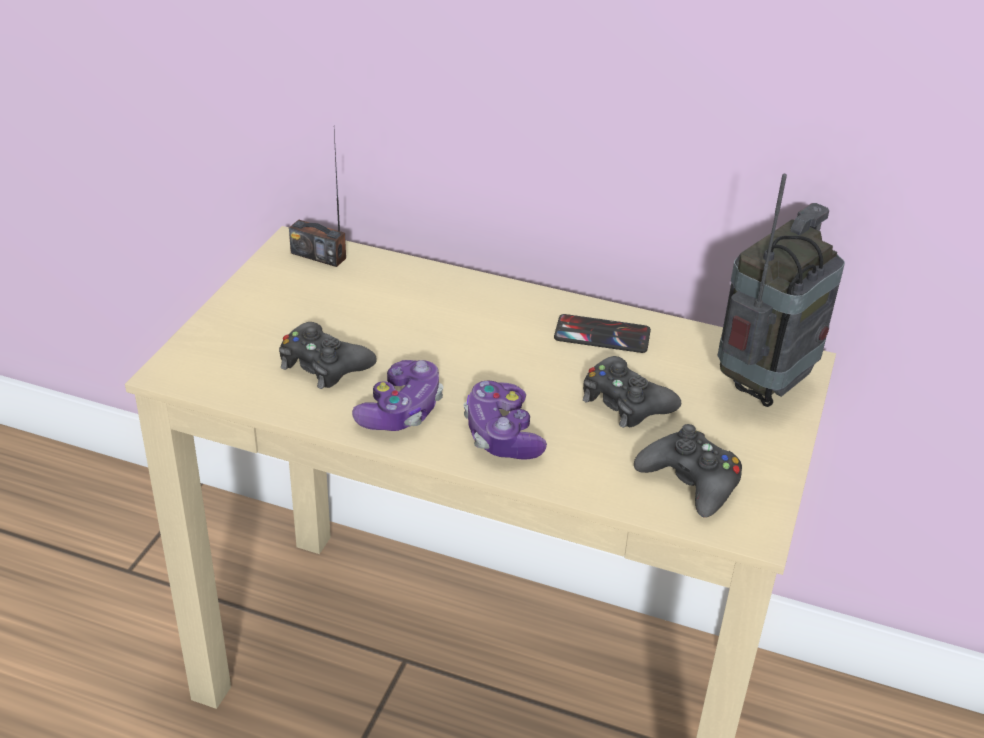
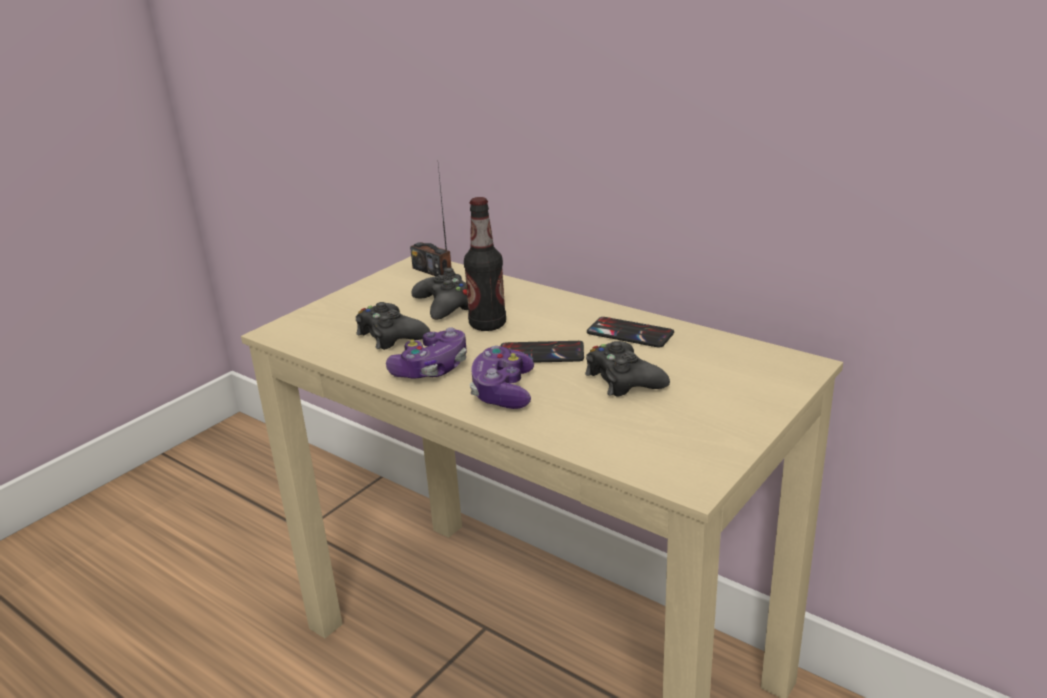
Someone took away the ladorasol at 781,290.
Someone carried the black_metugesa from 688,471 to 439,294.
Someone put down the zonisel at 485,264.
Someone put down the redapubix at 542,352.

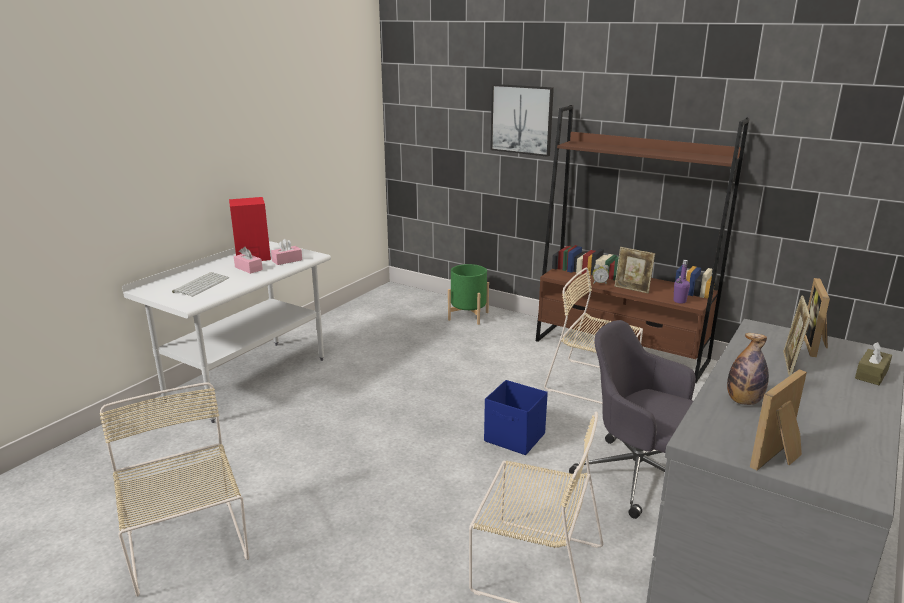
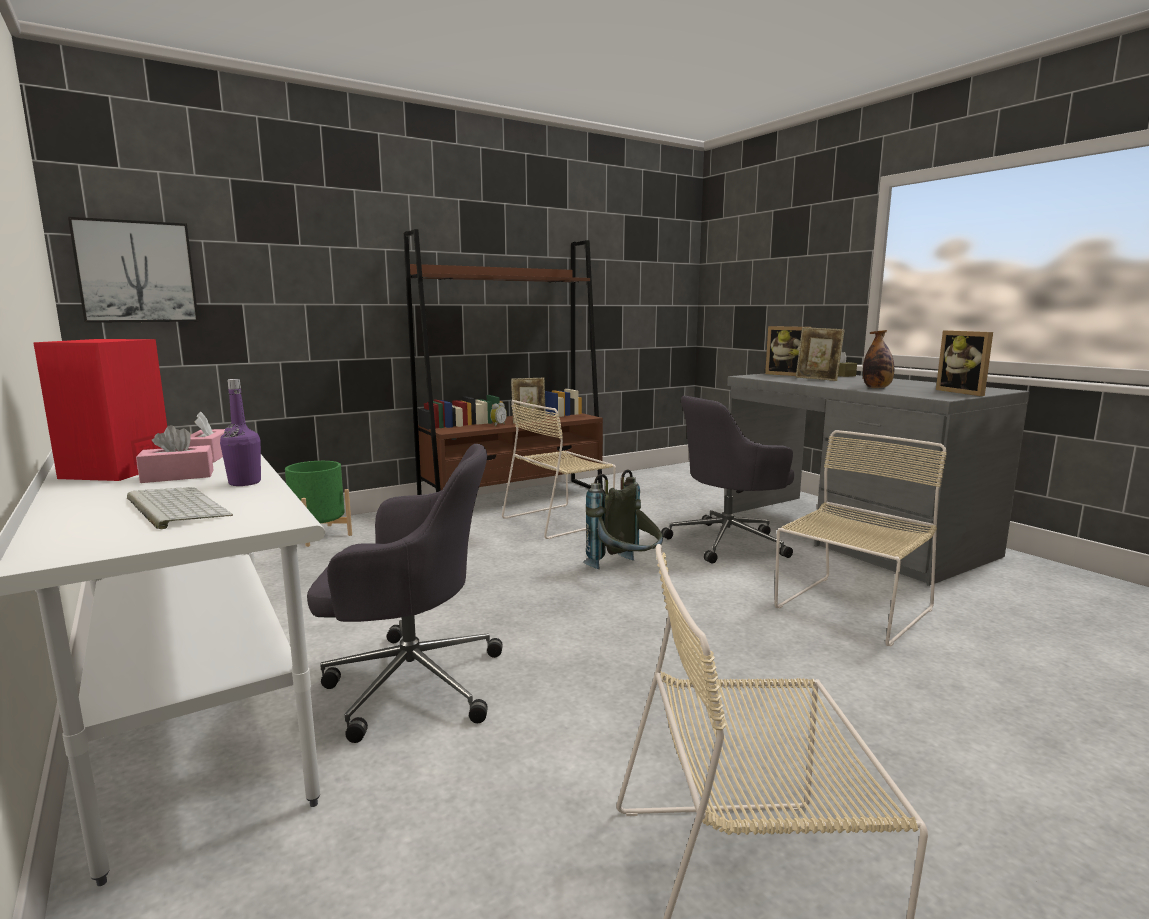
Someone carried the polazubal from 522,120 to 133,270.
Someone carried the purple_zonisel from 682,282 to 240,432.
Someone swapped the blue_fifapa at 516,417 for the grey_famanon at 623,519.
Someone put down the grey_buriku at 405,593.

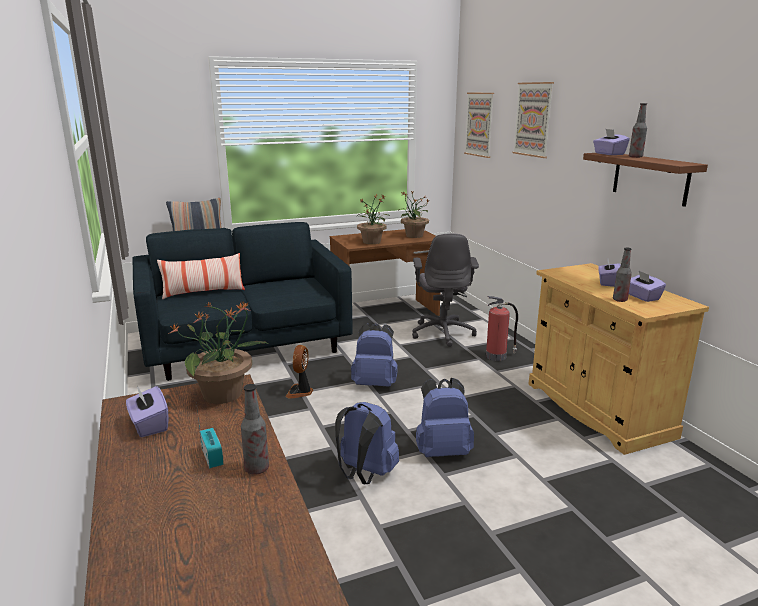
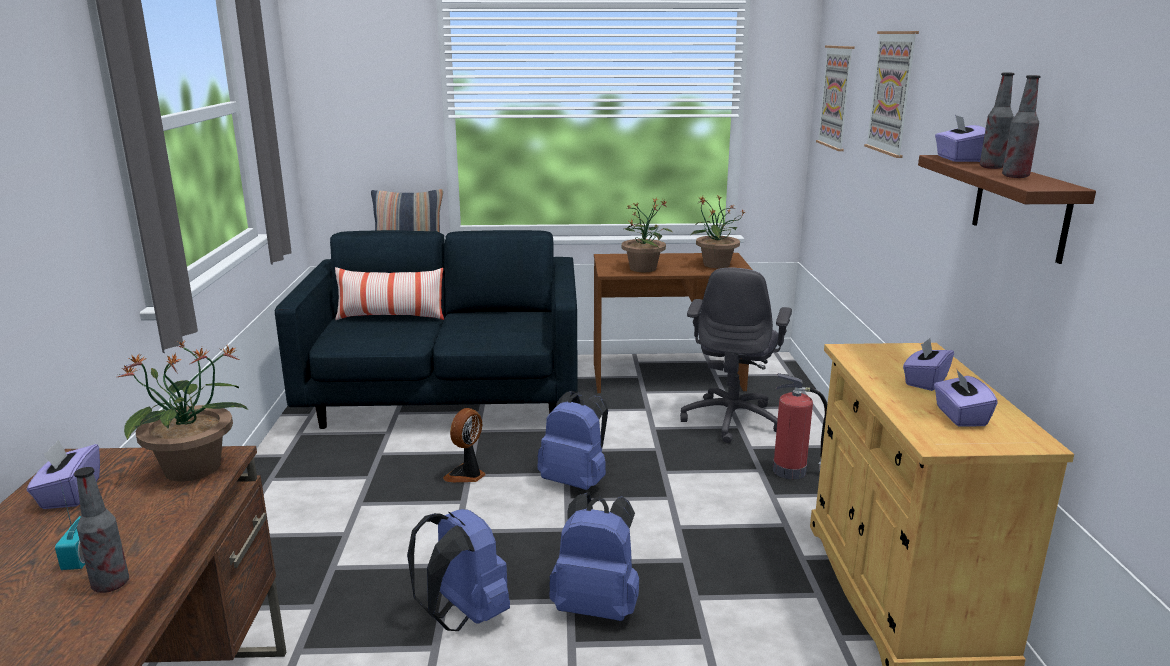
Someone carried the zonisel from 622,275 to 1021,126.

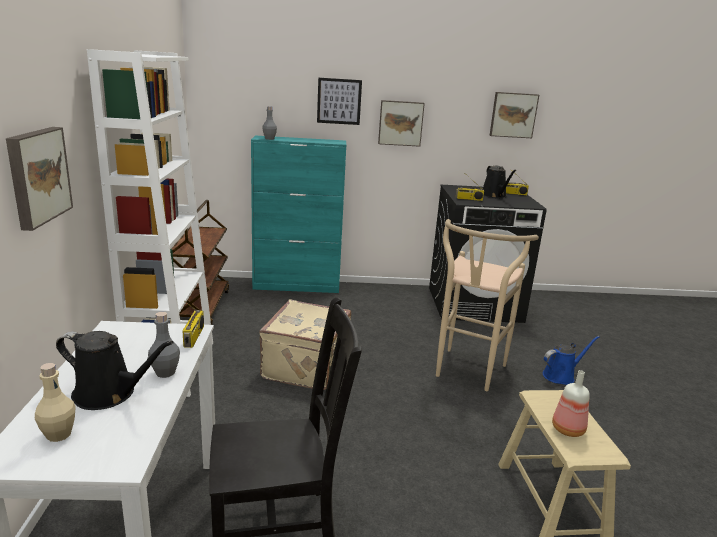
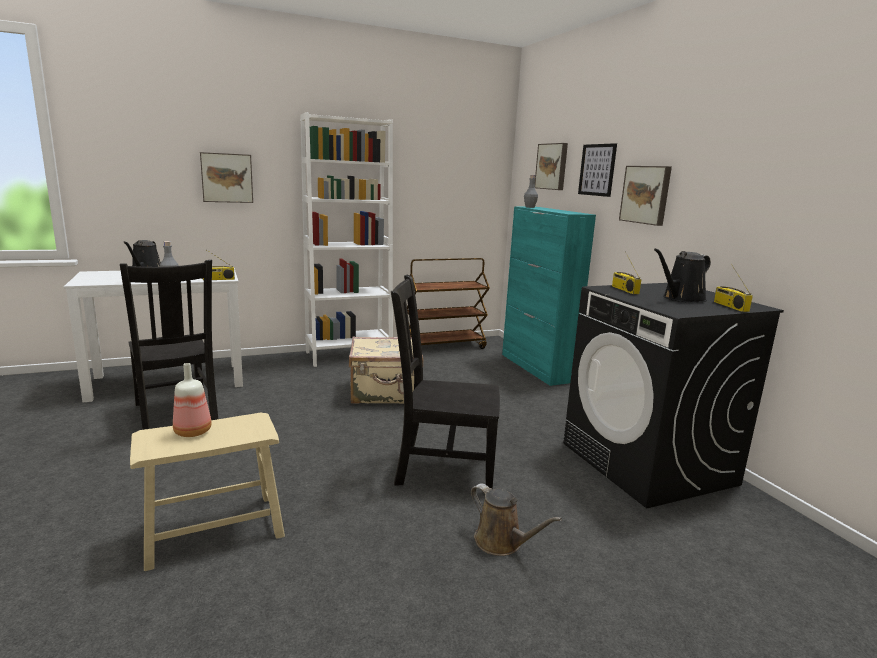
Someone carried the polazubal from 514,115 to 551,166.
Someone swapped the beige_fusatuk at 487,305 for the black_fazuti at 445,382.
Someone repainted the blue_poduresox at 571,360, which became the brown_poduresox at 516,519.
Someone took away the beige_zonisel at 55,402.

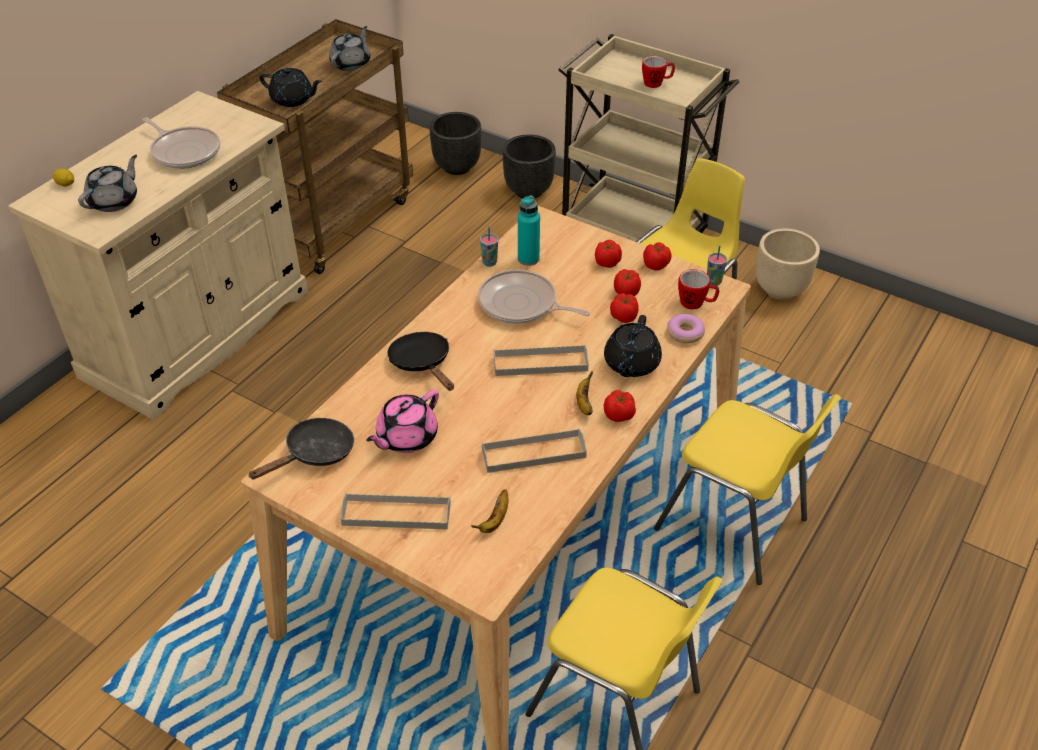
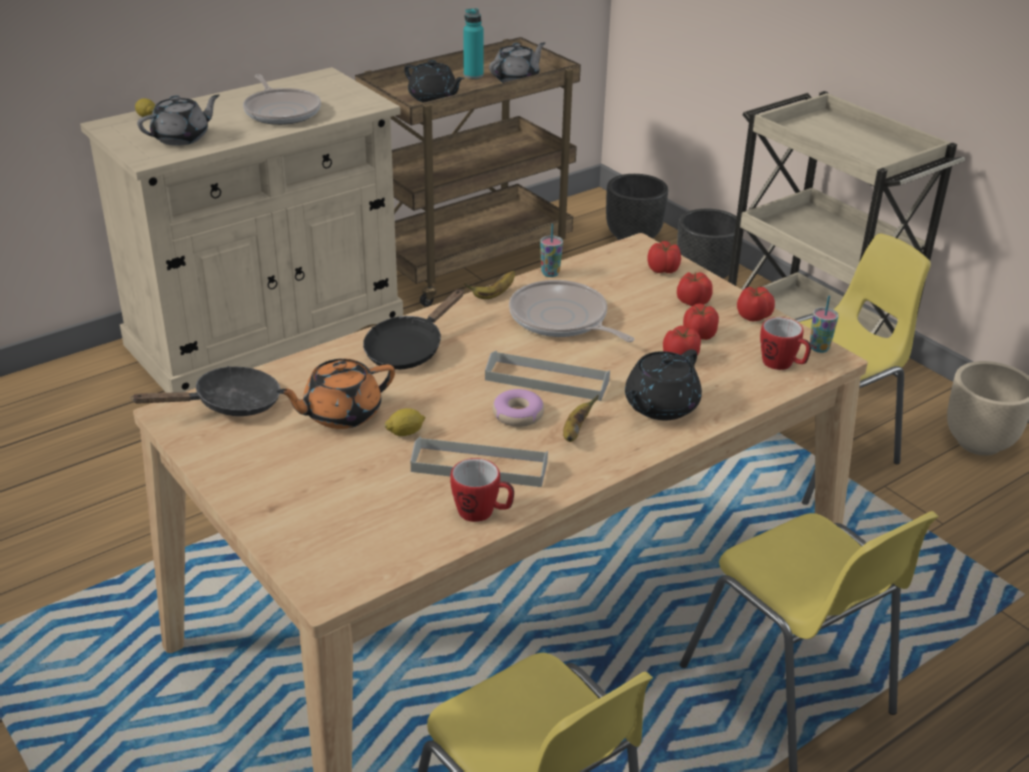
Someone carried the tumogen from 658,72 to 482,490.
Someone carried the turquoise_zonisel from 529,230 to 473,43.
Someone carried the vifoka from 686,328 to 518,408.
Someone rotated the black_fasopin at 420,361 by 135 degrees counterclockwise.
Someone repainted the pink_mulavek at 402,421, which became the orange_mulavek at 335,394.
Someone carried the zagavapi from 620,406 to 664,257.
Someone carried the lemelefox from 490,511 to 489,284.
Someone took away the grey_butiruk at 396,511.
Someone put down the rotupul at 404,422.

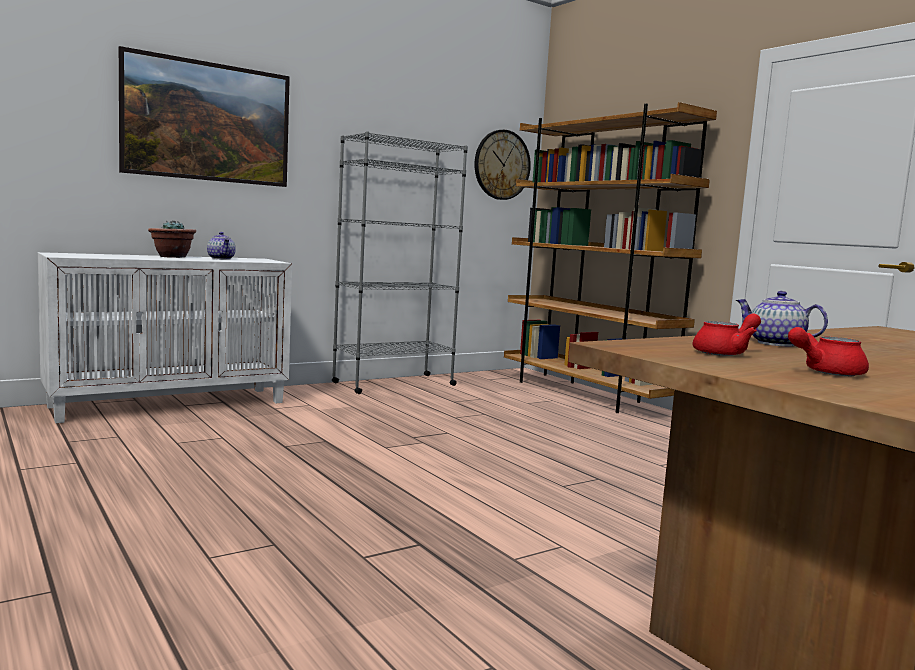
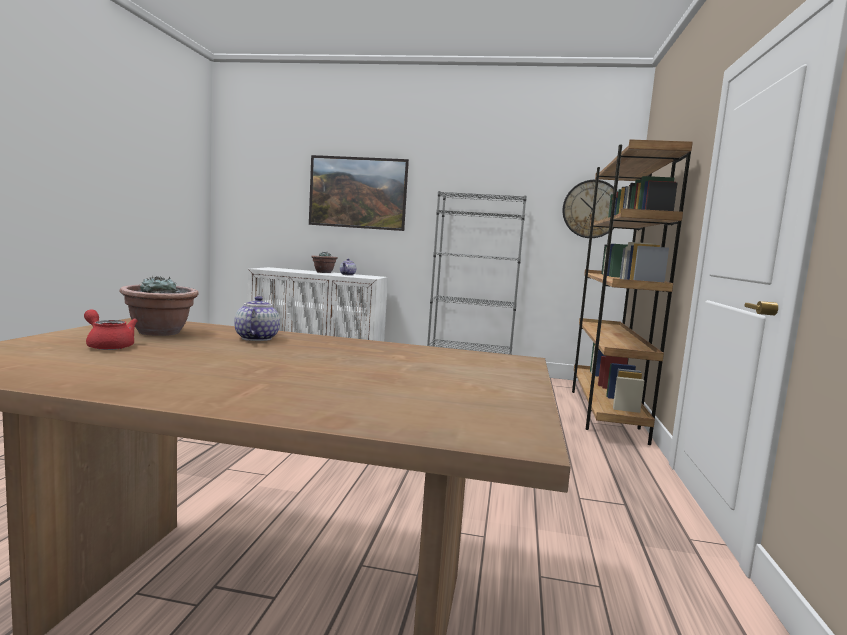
Someone swapped the red_mulavek at 727,334 for the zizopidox at 159,306.

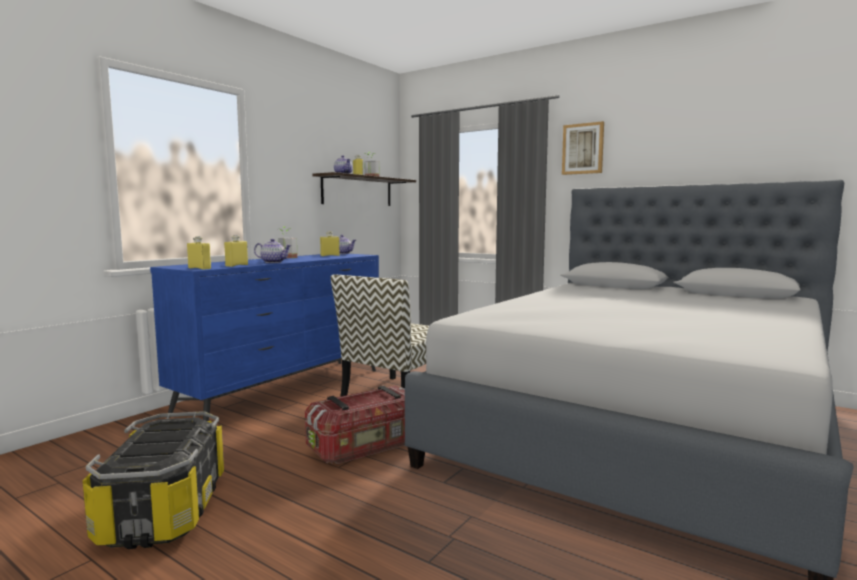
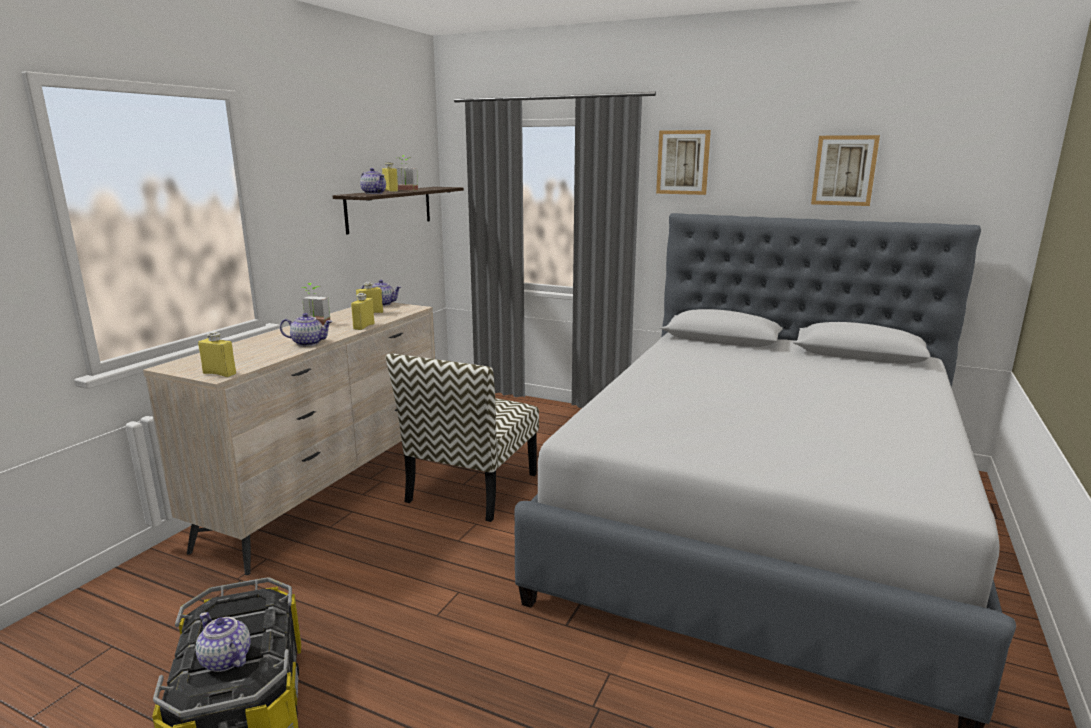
Someone carried the yellow_zonisel from 236,251 to 363,311.
Someone repainted the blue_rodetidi at 264,337, which became the beige_rodetidi at 289,438.
Someone took away the fifapa at 355,425.
Someone put up the polazubal at 845,170.
Someone put down the mulavek at 223,642.

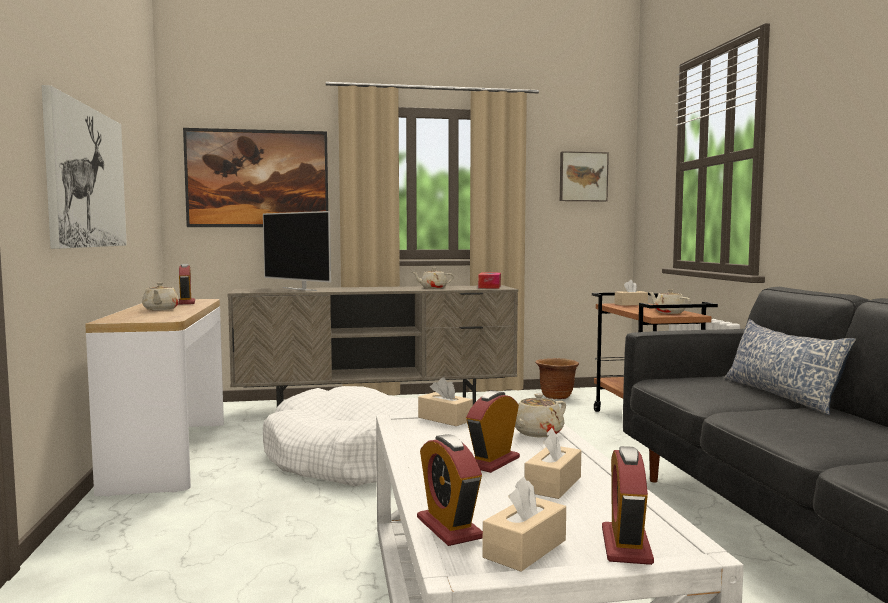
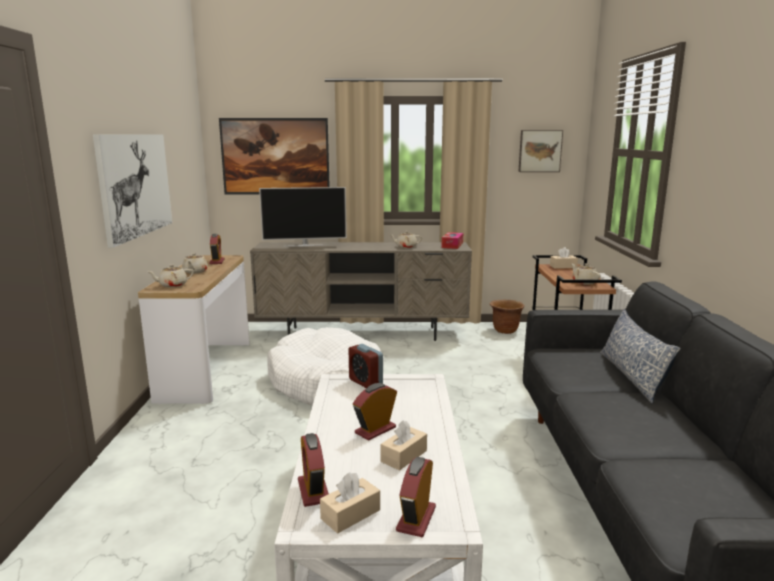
Someone rotated the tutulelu at 297,251 by 60 degrees counterclockwise.
Someone swapped the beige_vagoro at 445,401 for the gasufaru at 366,366.
Someone carried the beige_mulavek from 540,415 to 170,275.

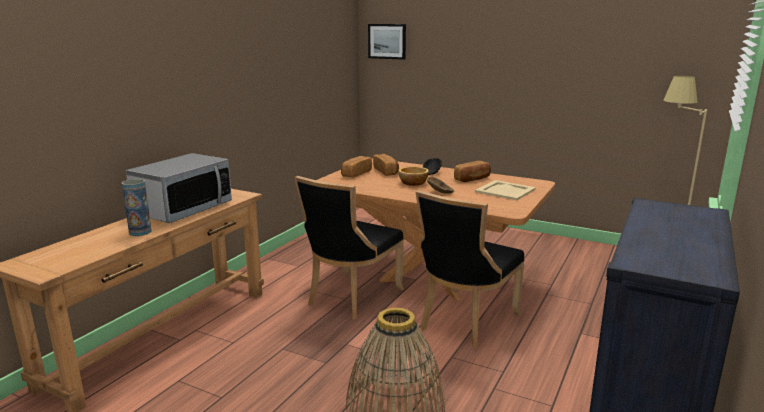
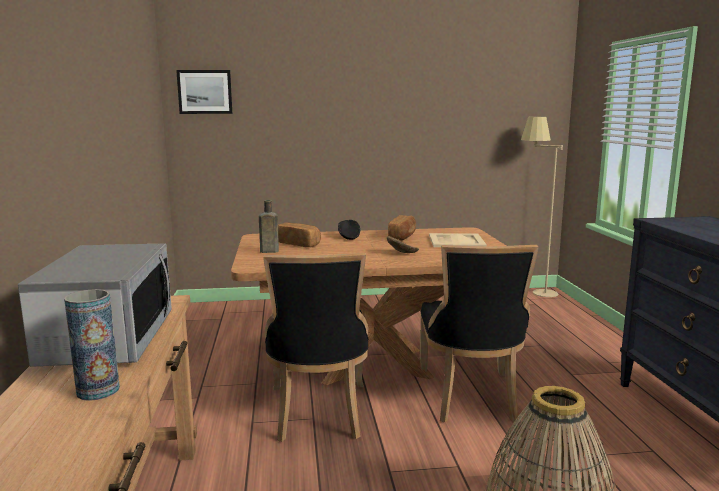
Someone swapped the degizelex at 356,167 for the brown_zonisel at 269,226.
Someone took away the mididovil at 413,176.

